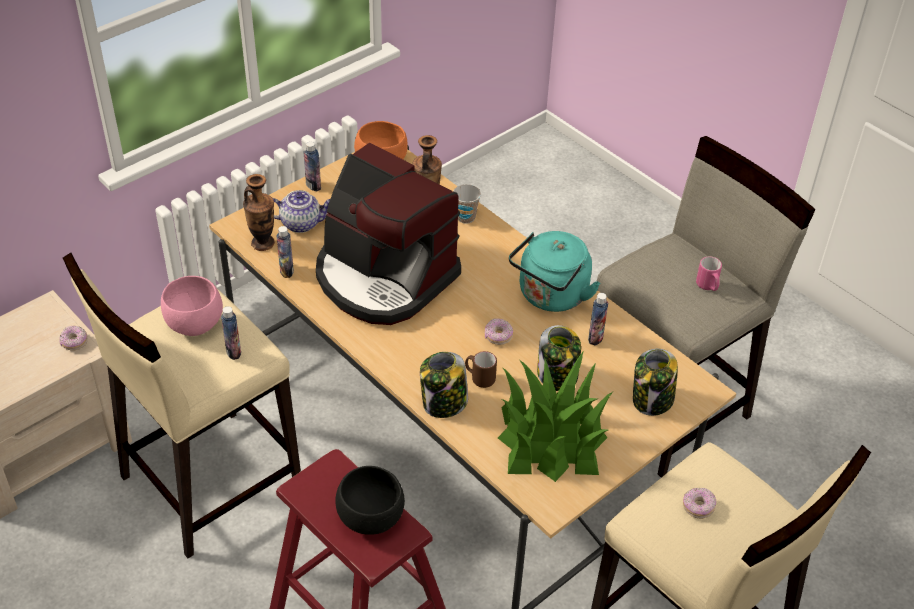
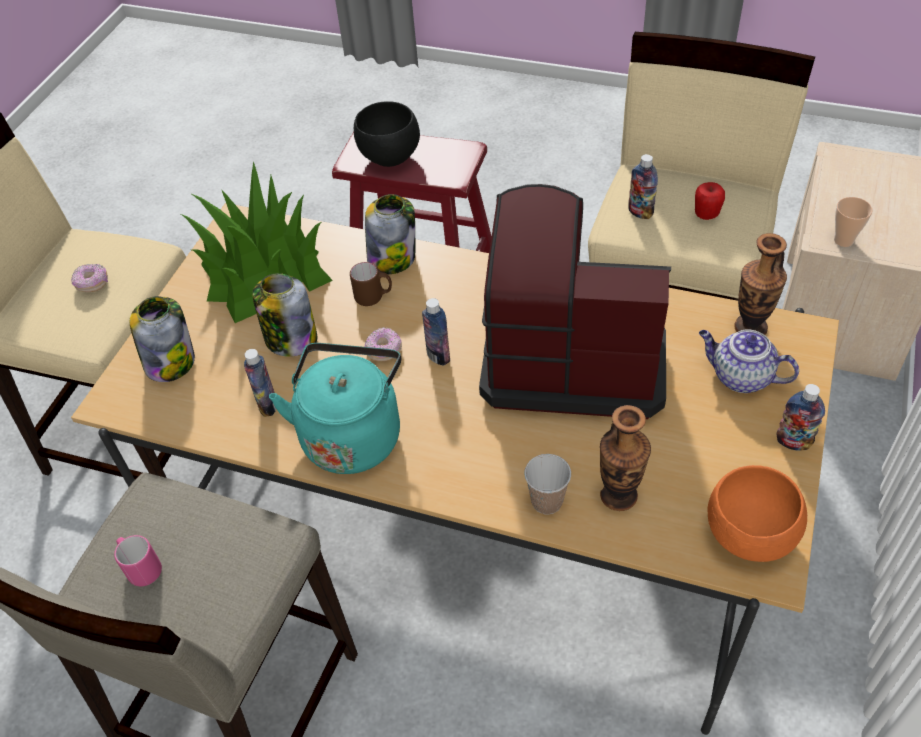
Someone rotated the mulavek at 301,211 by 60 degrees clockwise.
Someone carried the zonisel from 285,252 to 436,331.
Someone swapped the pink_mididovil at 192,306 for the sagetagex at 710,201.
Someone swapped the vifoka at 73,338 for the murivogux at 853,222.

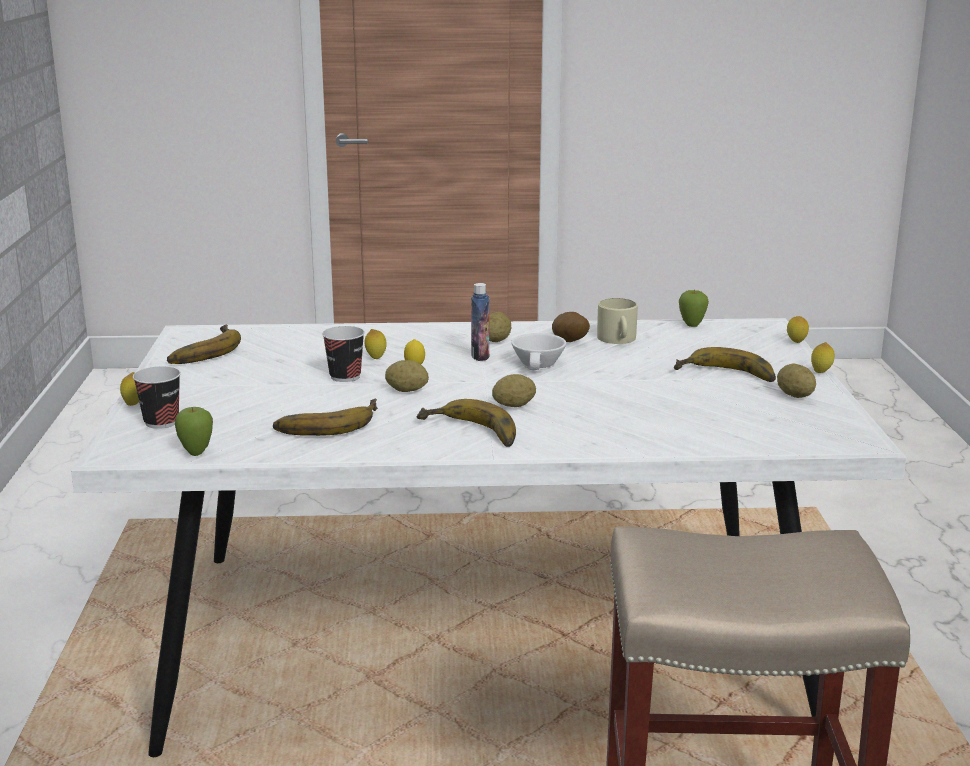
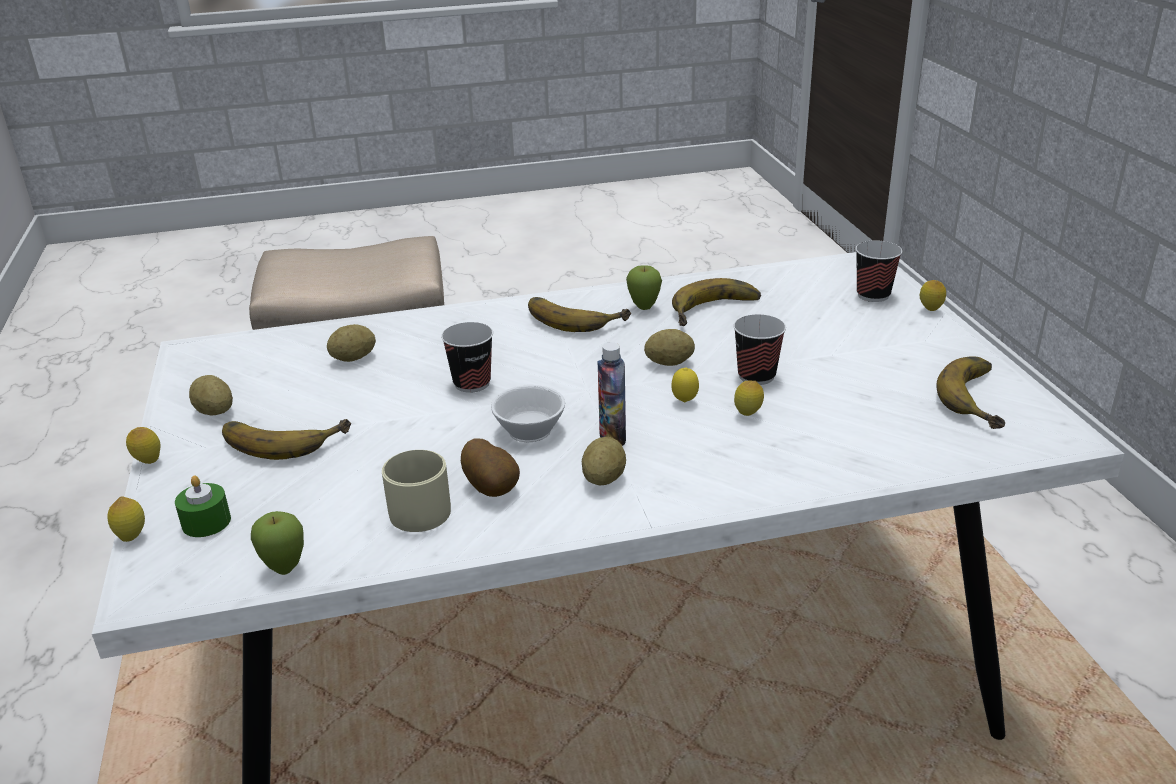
Someone carried the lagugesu from 514,390 to 351,343.
Someone carried the sagetagex from 194,431 to 644,287.
Someone put down the murivogux at 467,357.
Someone put down the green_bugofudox at 203,506.

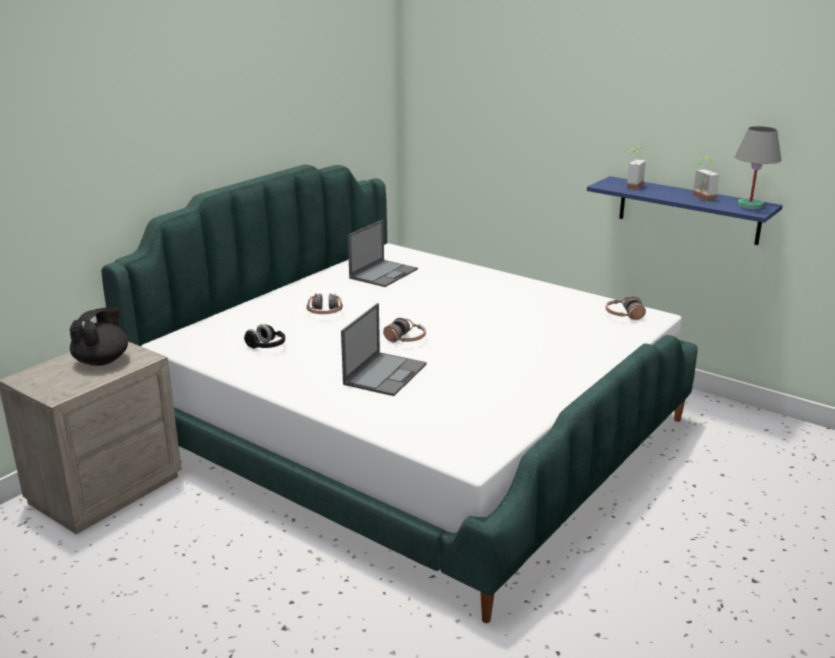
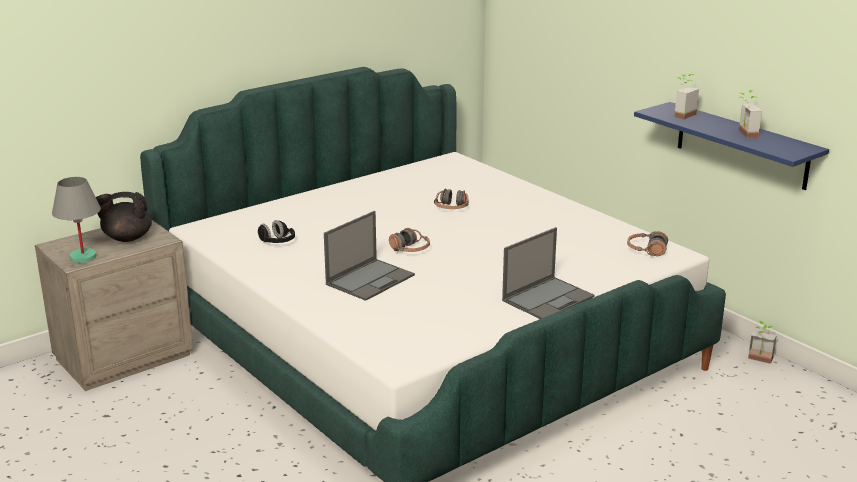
Someone carried the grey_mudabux from 758,167 to 76,220.
Someone carried the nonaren from 383,253 to 548,273.
Someone carried the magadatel from 325,303 to 451,199.
Someone rotated the black_mulavek at 98,336 by 135 degrees counterclockwise.
Someone put down the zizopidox at 762,342.

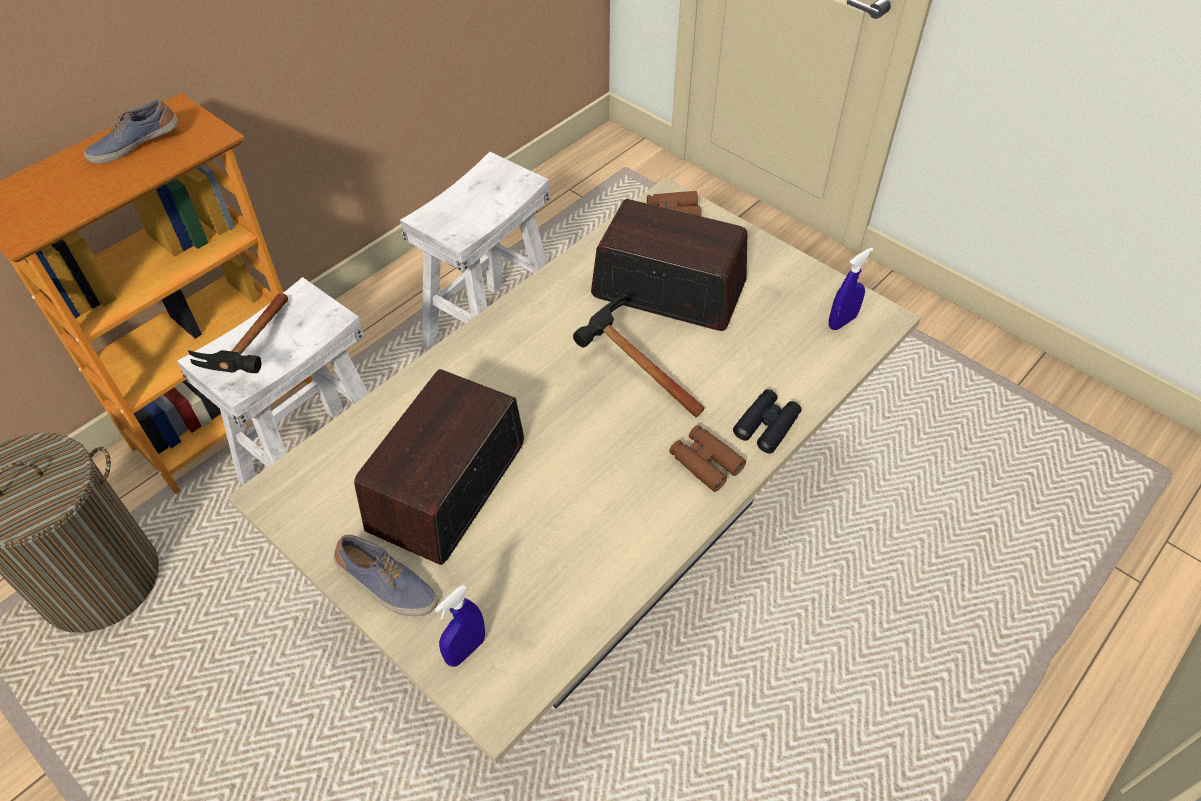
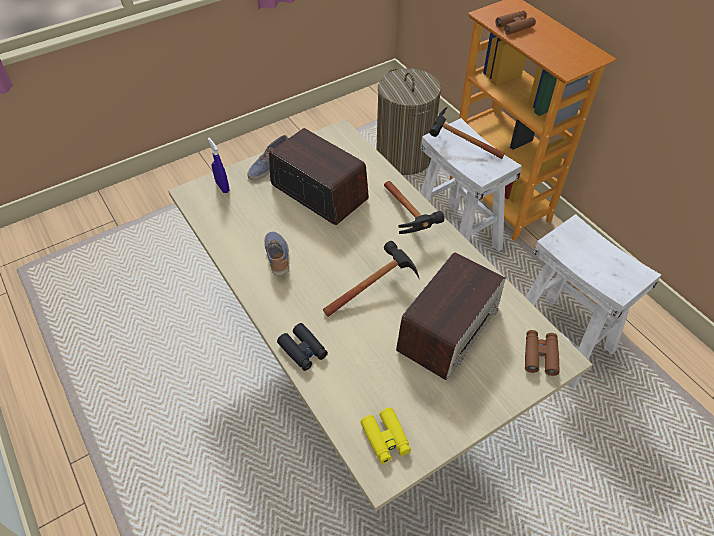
Someone carried the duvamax from 131,131 to 276,254.
Someone swapped the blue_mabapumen at 851,288 for the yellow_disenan at 385,436.
Someone carried the brown_disenan from 707,458 to 515,23.
Someone put down the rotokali at 414,207.

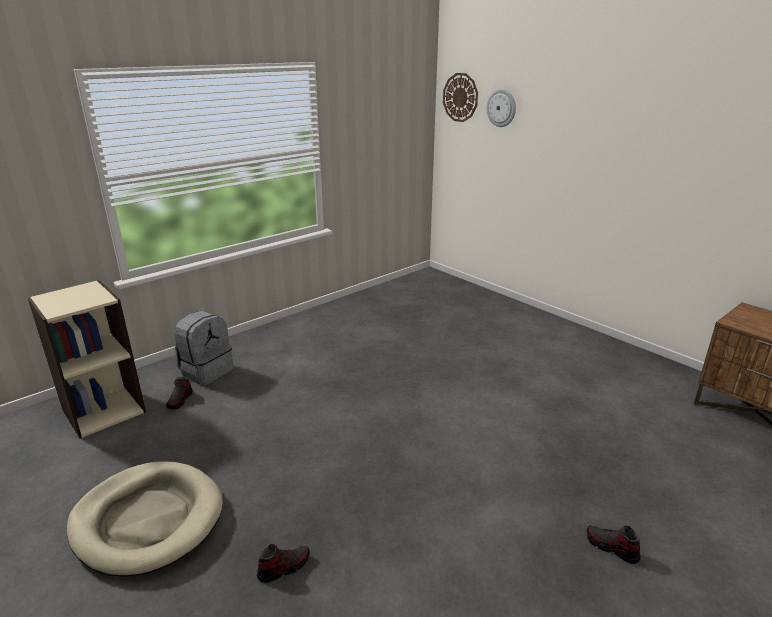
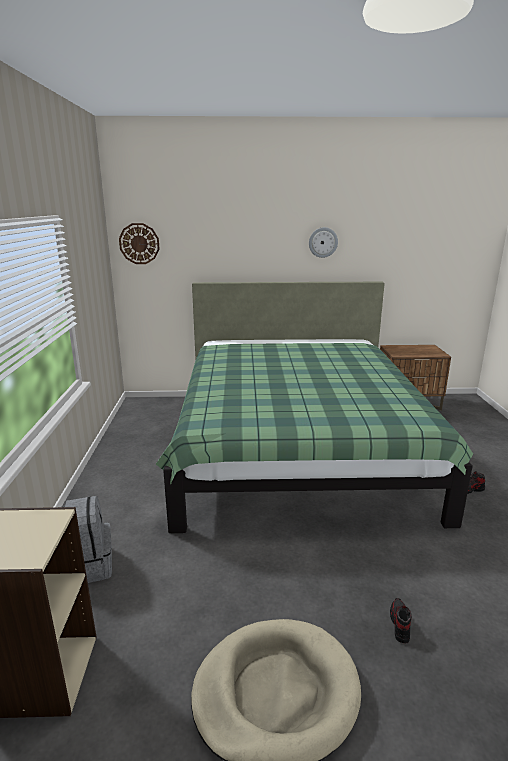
Someone carried the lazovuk from 501,108 to 323,242.
Someone took away the duvamax at 179,393.
Someone put down the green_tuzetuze at 314,407.

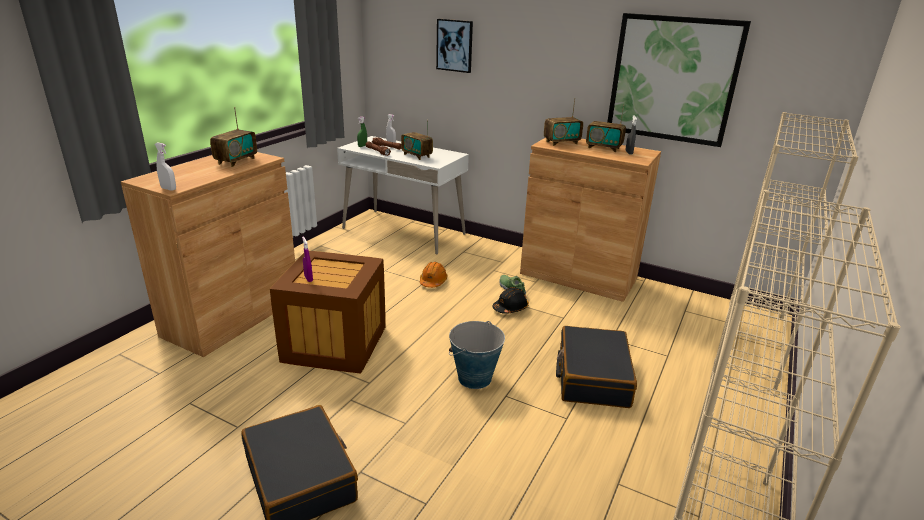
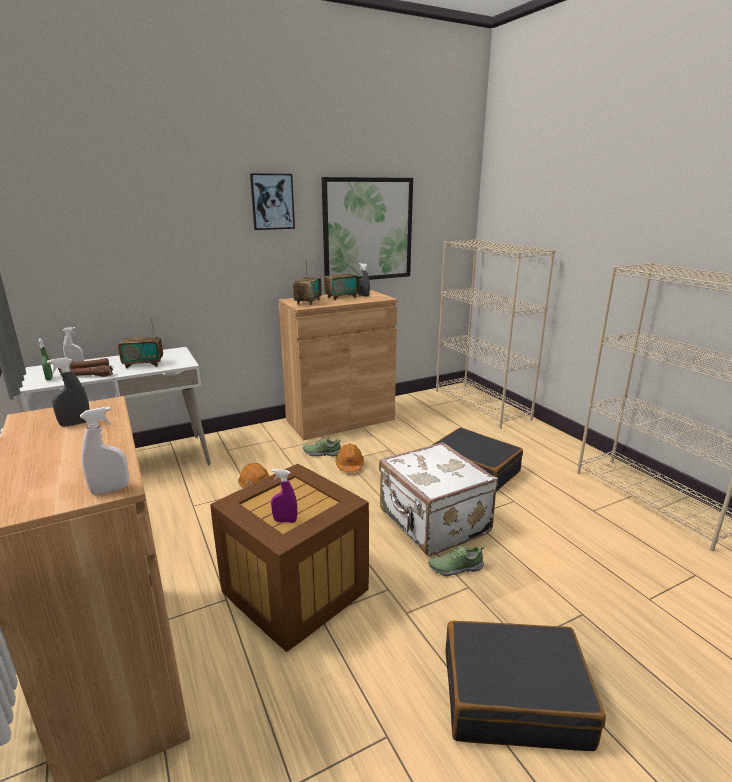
Someone carried the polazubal from 454,46 to 272,201.
Someone swapped the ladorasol at 233,137 for the grey_mabapumen at 68,392.
Someone repainted the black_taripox at 511,300, which became the orange_taripox at 349,458.
Someone swapped the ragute at 477,355 for the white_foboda at 438,499.
Someone put down the duvamax at 456,561.

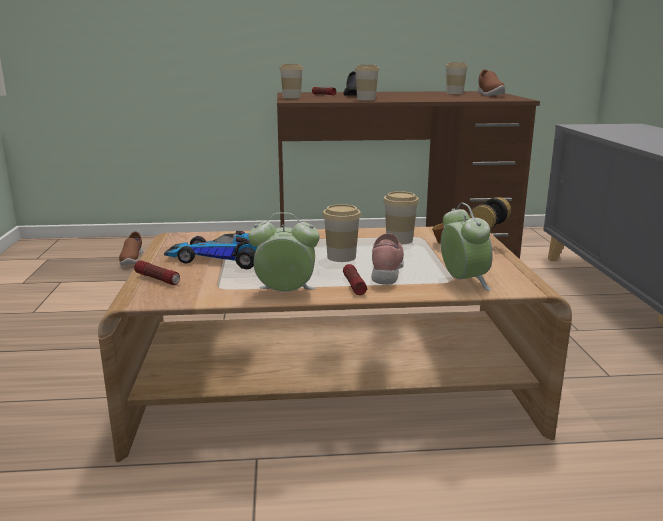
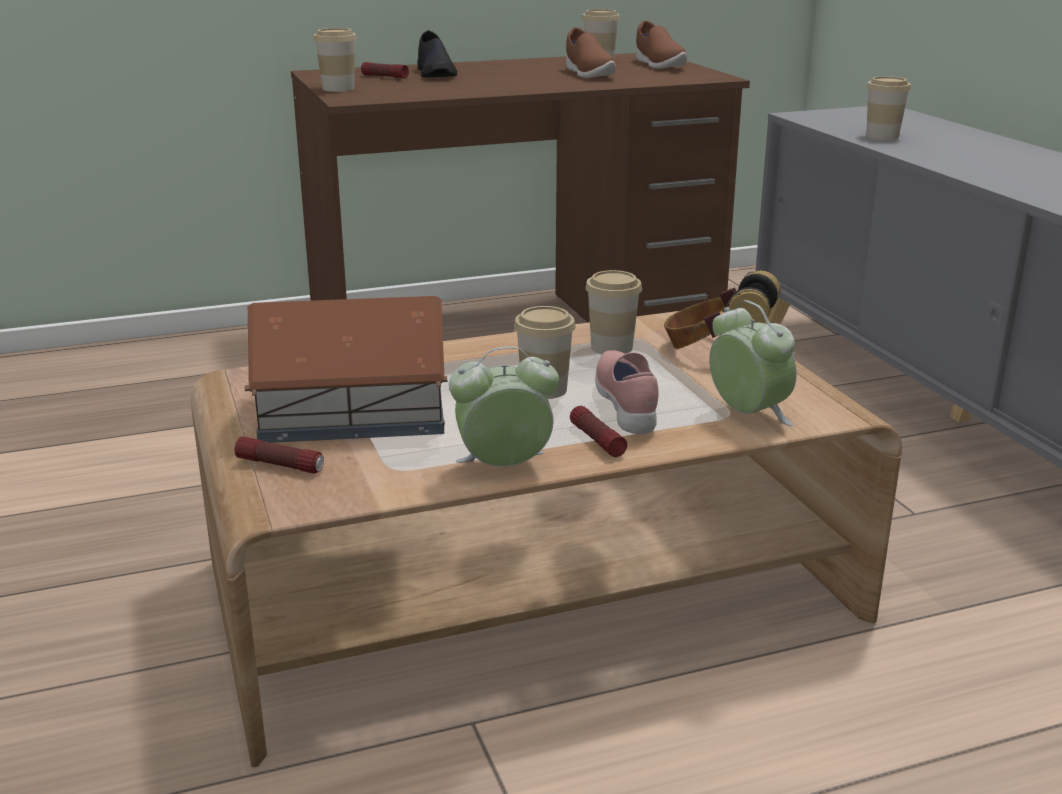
Someone carried the murivogux from 366,82 to 888,108.
Someone carried the brown_duvamax from 131,248 to 591,52.
Someone swapped the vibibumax at 211,250 for the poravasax at 346,369.

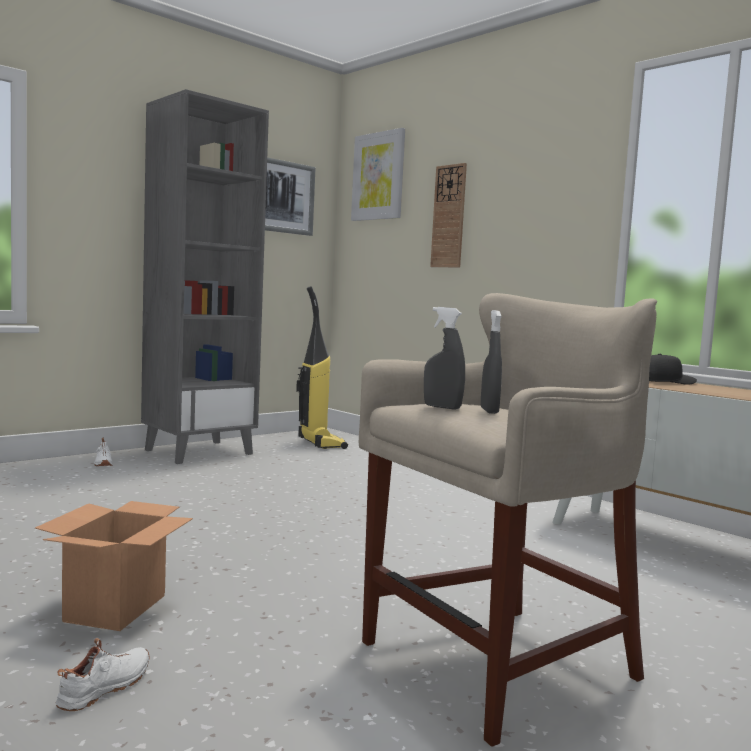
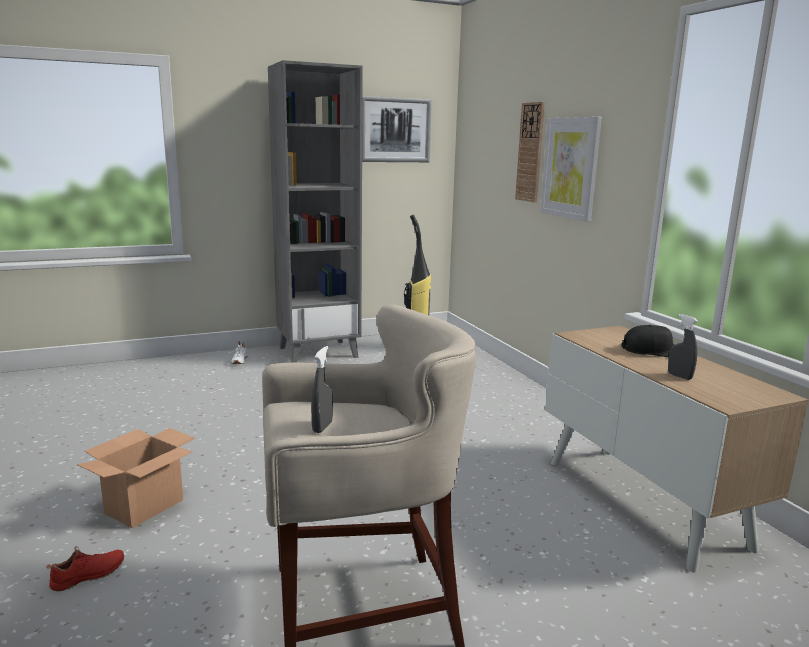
Someone carried the polazubal from 378,174 to 571,169.
Someone carried the grey_mabapumen from 444,358 to 683,347.
Someone repainted the white_duvamax at 102,674, which became the red_duvamax at 85,568.

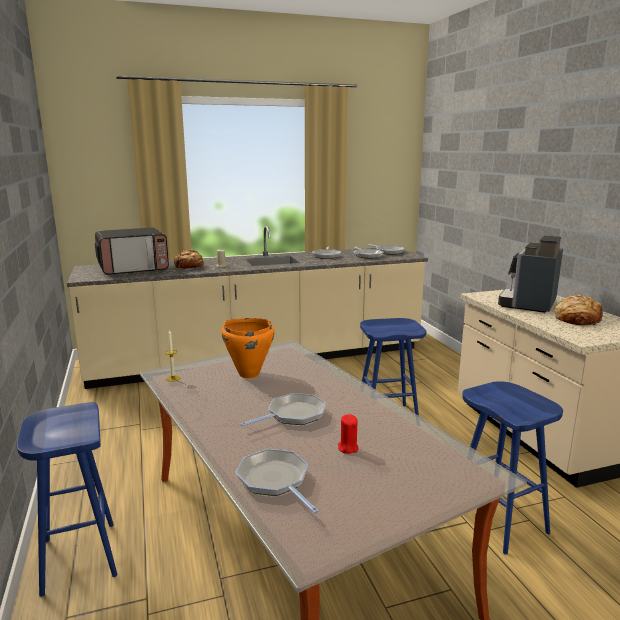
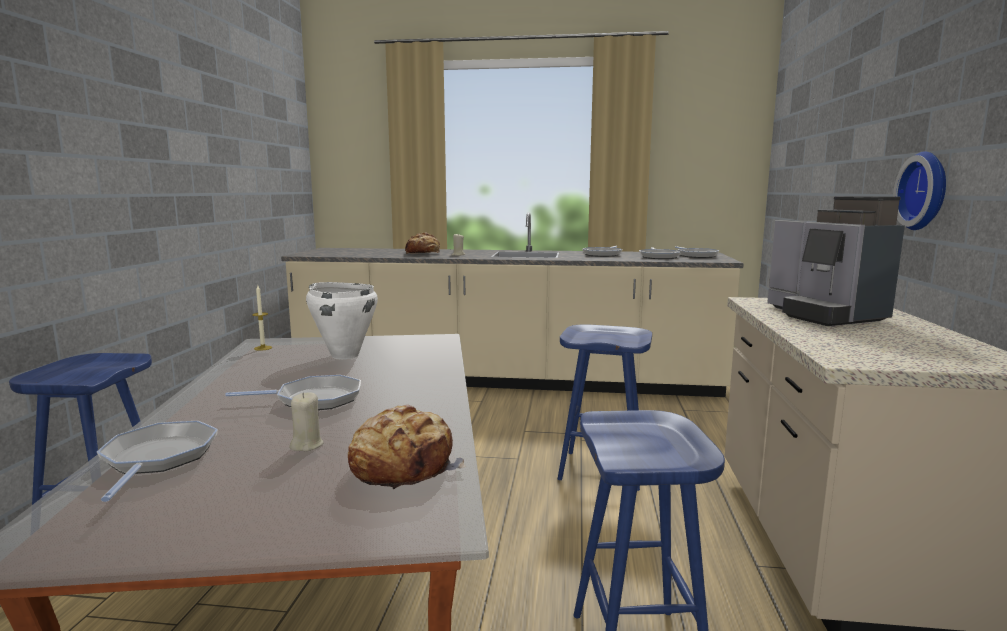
Someone took away the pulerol at 132,251.
Someone rotated the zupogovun at 530,274 by 75 degrees counterclockwise.
Someone carried the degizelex from 578,310 to 407,447.
Someone repainted the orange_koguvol at 248,348, which became the white_koguvol at 342,320.
Someone repainted the red_bugofudox at 348,434, which became the beige_bugofudox at 306,421.
Someone put up the lazovuk at 919,190.

